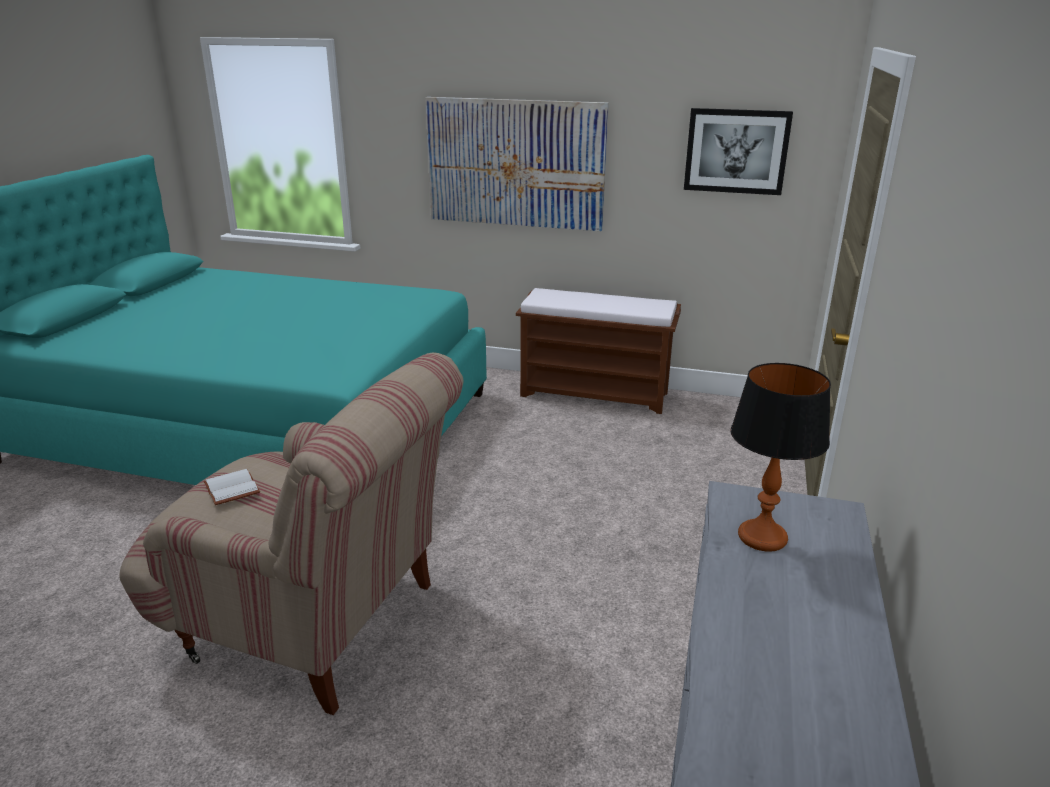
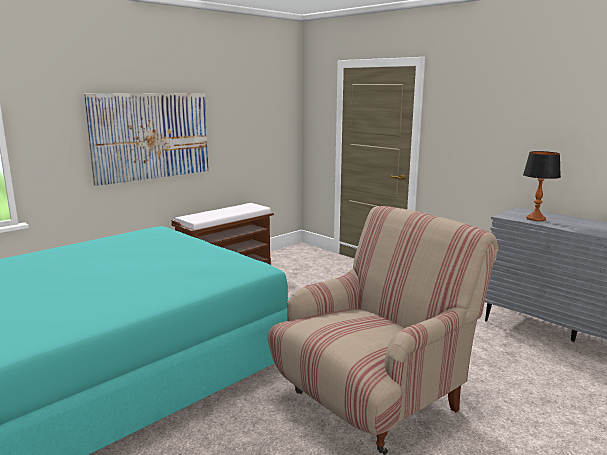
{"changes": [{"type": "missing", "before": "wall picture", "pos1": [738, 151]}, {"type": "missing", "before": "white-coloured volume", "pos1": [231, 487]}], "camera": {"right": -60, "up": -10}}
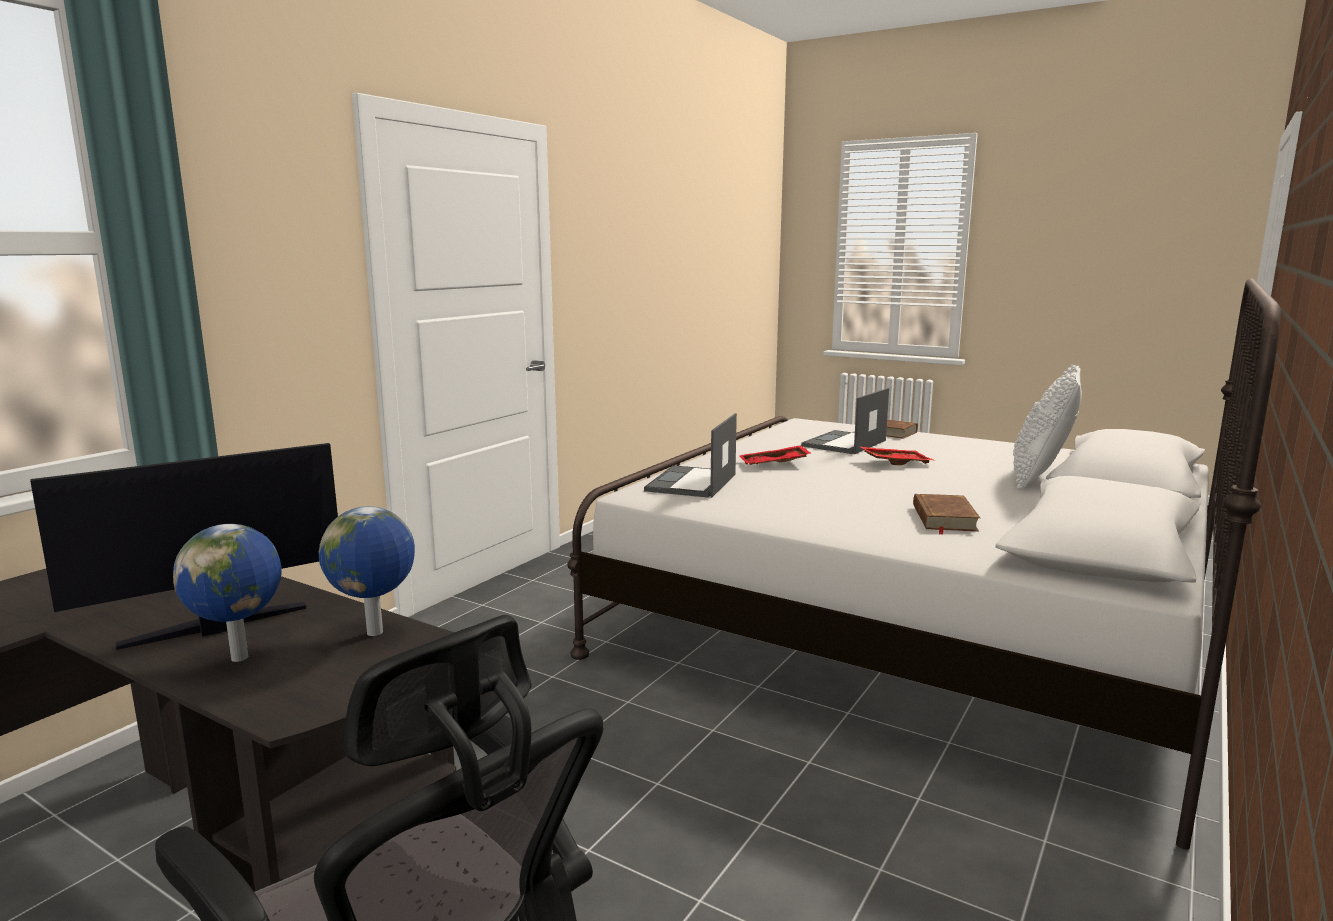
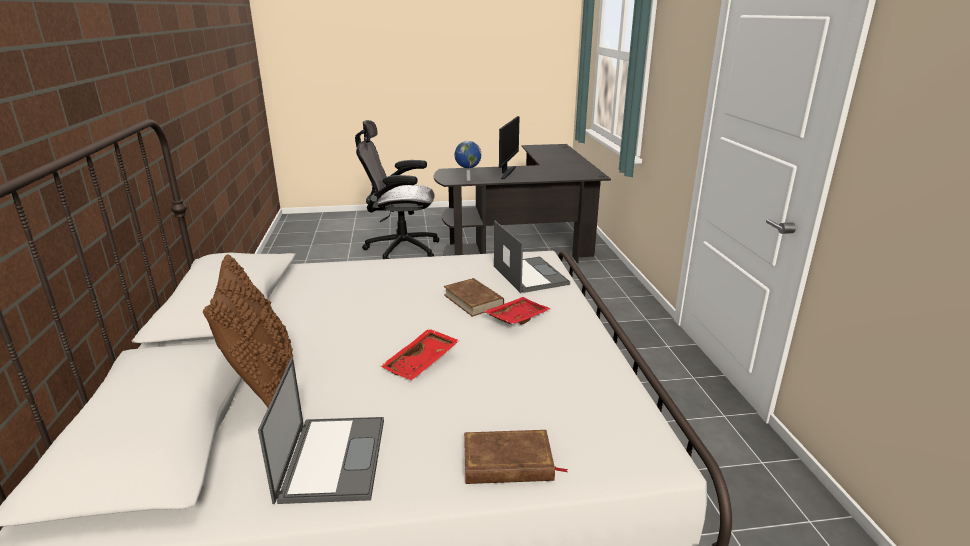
{"changes": [{"type": "colour", "before": "white-coloured throw pillow", "after": "brown-coloured throw pillow", "pos1": [1047, 427], "pos2": [248, 330]}, {"type": "relocated", "before": "portable computer", "pos1": [845, 421], "pos2": [321, 431]}, {"type": "relocated", "before": "brown-coloured volume", "pos1": [946, 514], "pos2": [473, 297]}, {"type": "missing", "before": "desk globe", "pos1": [227, 593]}], "camera": {"right": 140, "up": 10}}
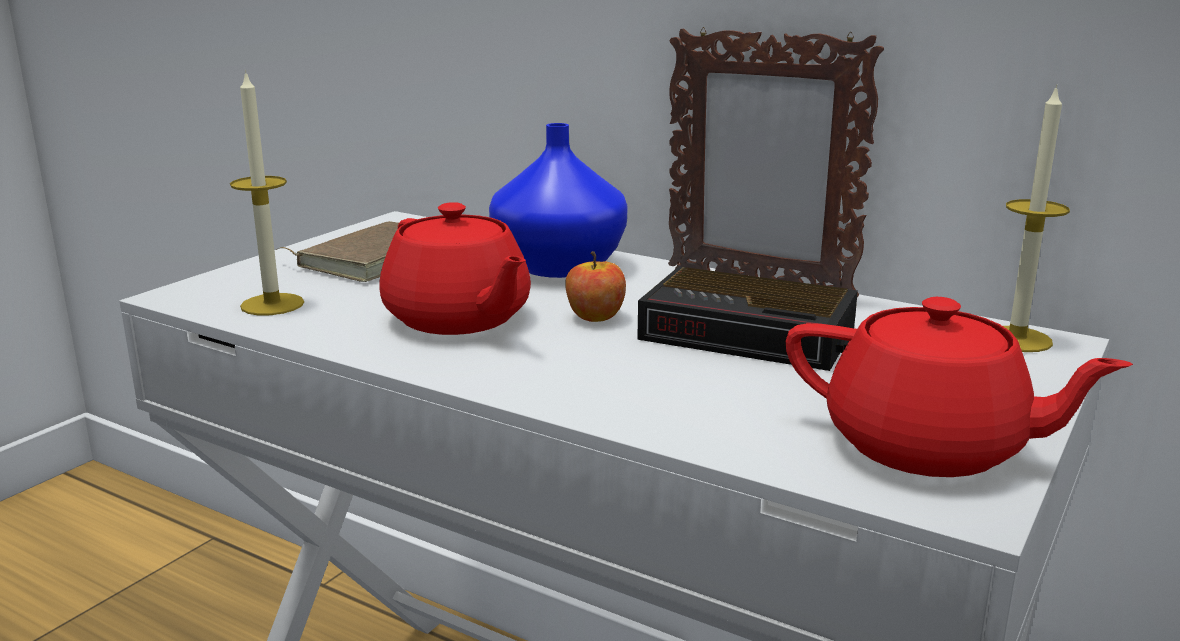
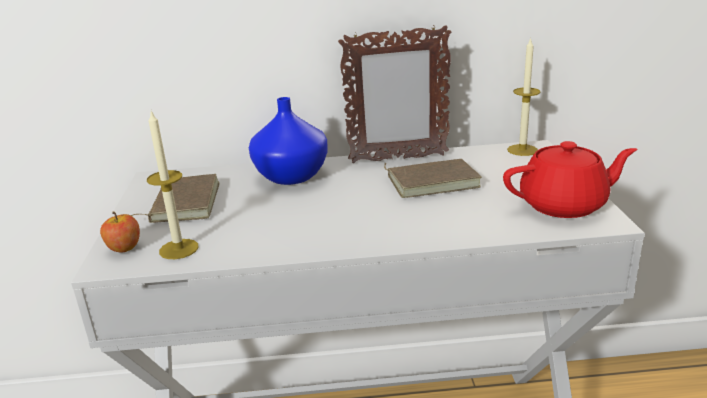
{"changes": [{"type": "missing", "before": "red tea pot", "pos1": [455, 268]}, {"type": "relocated", "before": "apple fruit", "pos1": [595, 286], "pos2": [120, 231]}, {"type": "exchanged", "before": "bedside clock", "after": "brown-coloured volume", "pos1": [747, 319], "pos2": [433, 178]}], "camera": {"right": -35, "up": 5}}
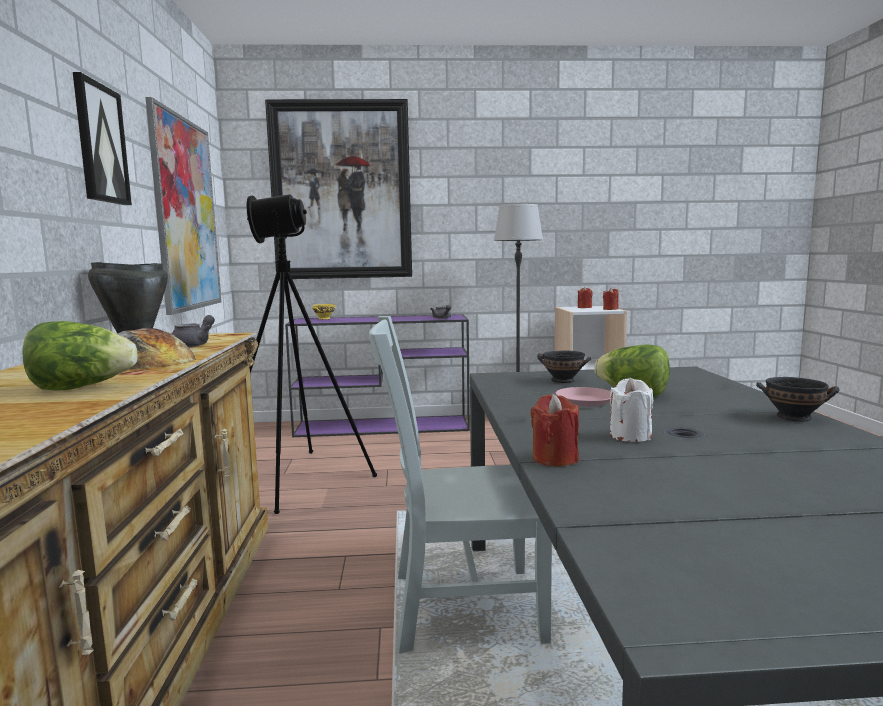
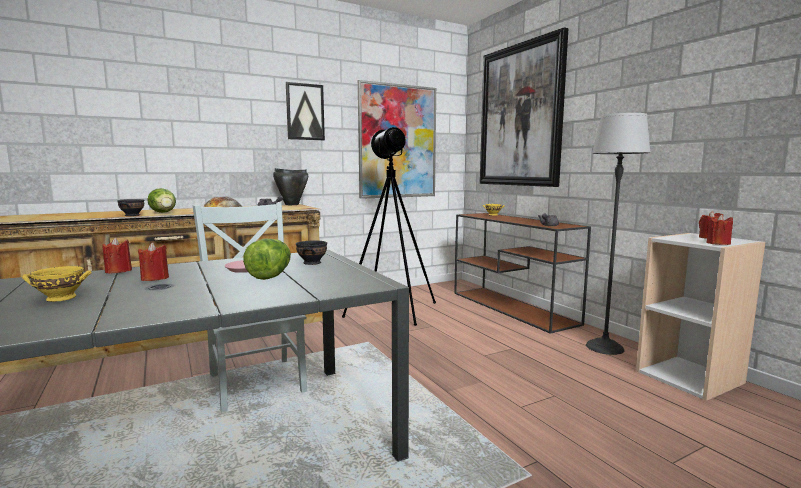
{"changes": [{"type": "colour", "before": "purple hall table", "after": "brown-coloured hall table", "pos1": [377, 375], "pos2": [523, 273]}, {"type": "relocated", "before": "black deep dish", "pos1": [798, 399], "pos2": [130, 207]}, {"type": "colour", "before": "white-coloured candle", "after": "red candle", "pos1": [631, 410], "pos2": [153, 262]}, {"type": "appeared", "after": "yellowish deep dish", "pos2": [57, 284]}], "camera": {"right": 65, "up": 0}}
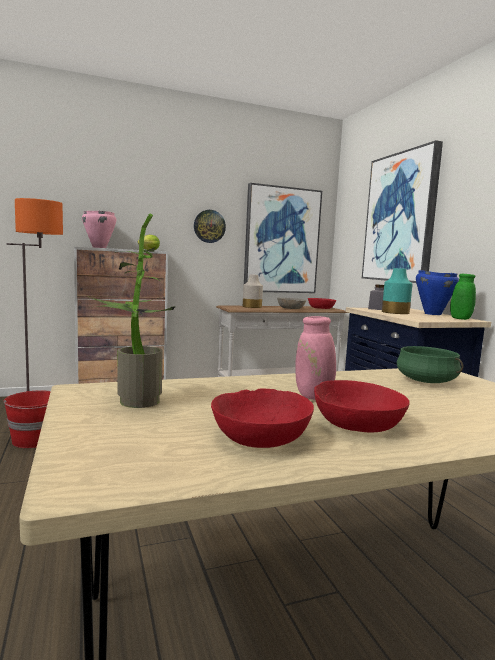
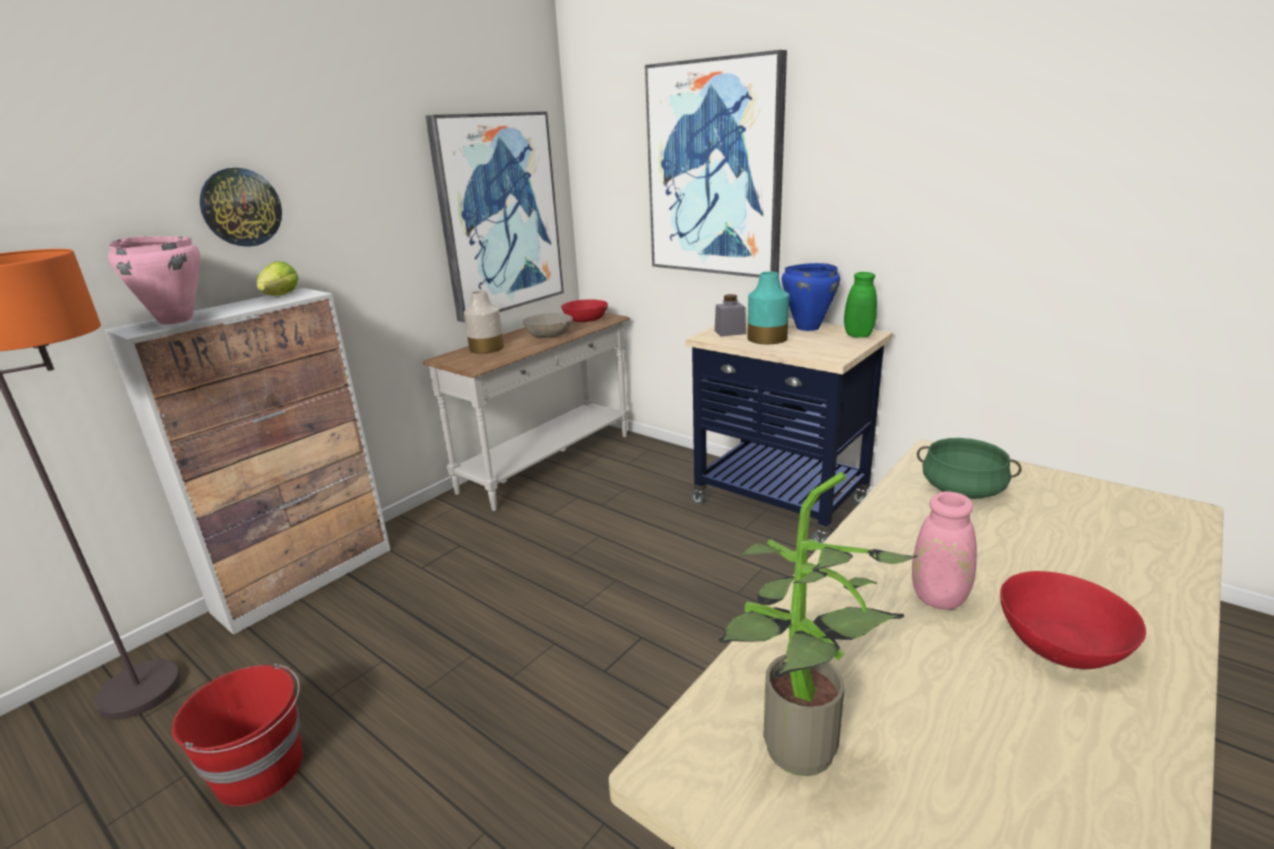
{"changes": [{"type": "relocated", "before": "clock on the wall", "pos1": [210, 226], "pos2": [241, 207]}, {"type": "missing", "before": "red deep dish", "pos1": [262, 418]}], "camera": {"right": -30, "up": 15}}
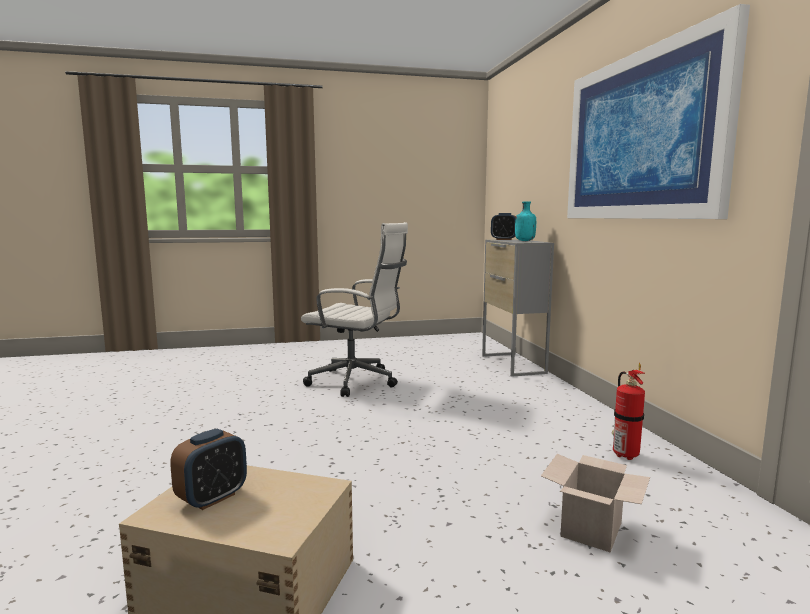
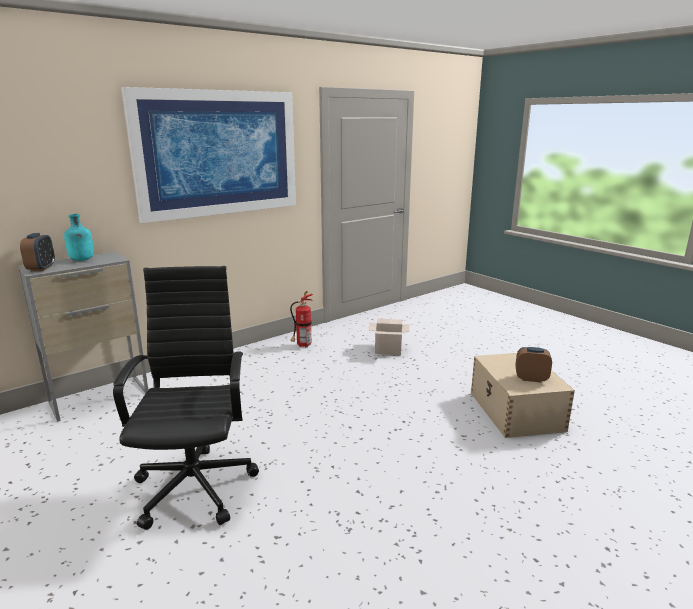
{"changes": [{"type": "colour", "before": "white-coloured computer chair", "after": "black computer chair", "pos1": [354, 309], "pos2": [186, 398]}], "camera": {"right": -115, "up": 10}}
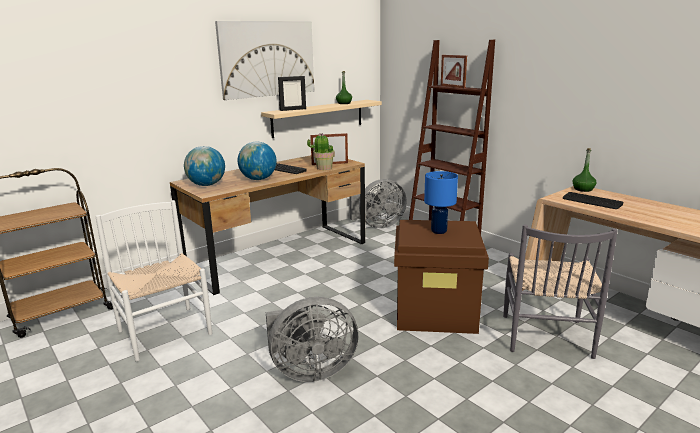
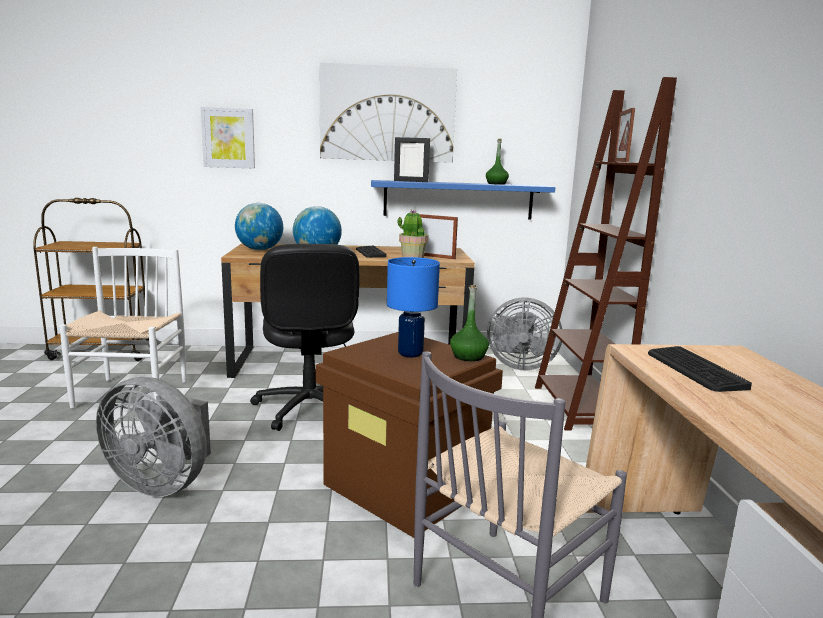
{"changes": [{"type": "colour", "before": "beige shelf", "after": "blue-coloured shelf", "pos1": [321, 119], "pos2": [463, 200]}, {"type": "relocated", "before": "greenish beverage bottle", "pos1": [585, 170], "pos2": [469, 323]}, {"type": "appeared", "after": "wall picture", "pos2": [228, 138]}, {"type": "appeared", "after": "black computer chair", "pos2": [305, 337]}], "camera": {"right": 35, "up": -5}}
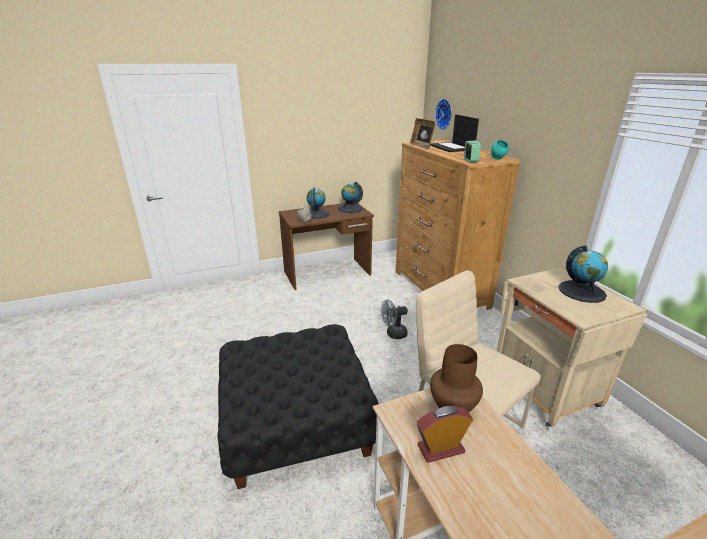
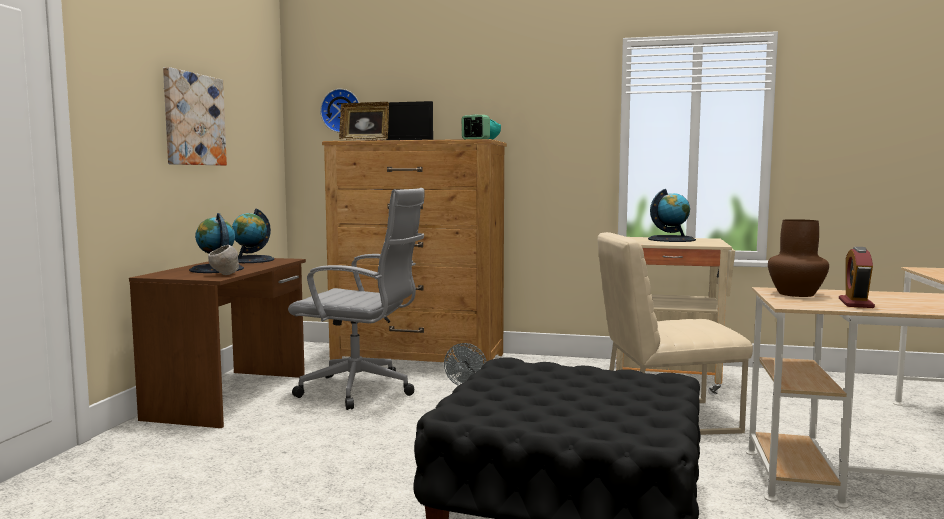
{"changes": [{"type": "appeared", "after": "wall picture", "pos2": [195, 116]}, {"type": "appeared", "after": "gray computer chair", "pos2": [356, 299]}], "camera": {"right": -55, "up": -20}}
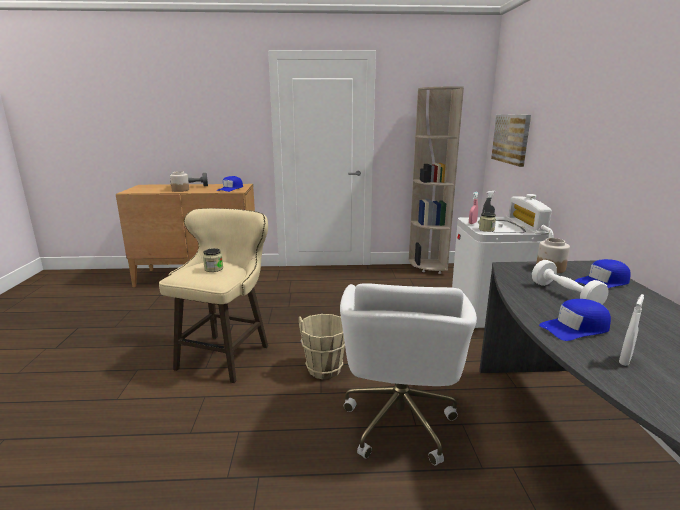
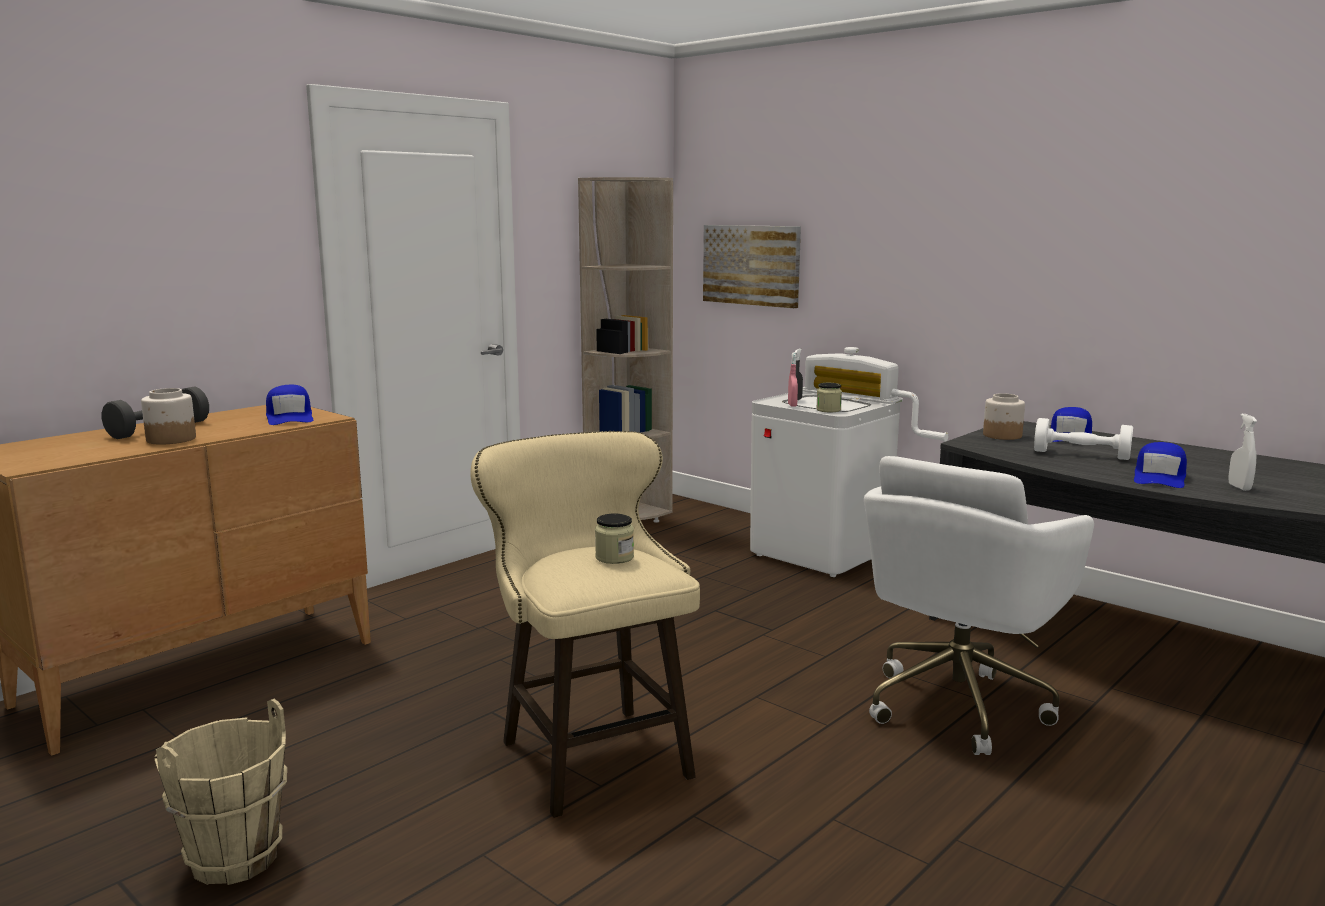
{"changes": [{"type": "spun", "before": "white-coloured computer chair", "pos1": [408, 374], "pos2": [979, 605], "turn": 75}, {"type": "relocated", "before": "beige bucket", "pos1": [322, 346], "pos2": [220, 792]}], "camera": {"right": -45, "up": -5}}
